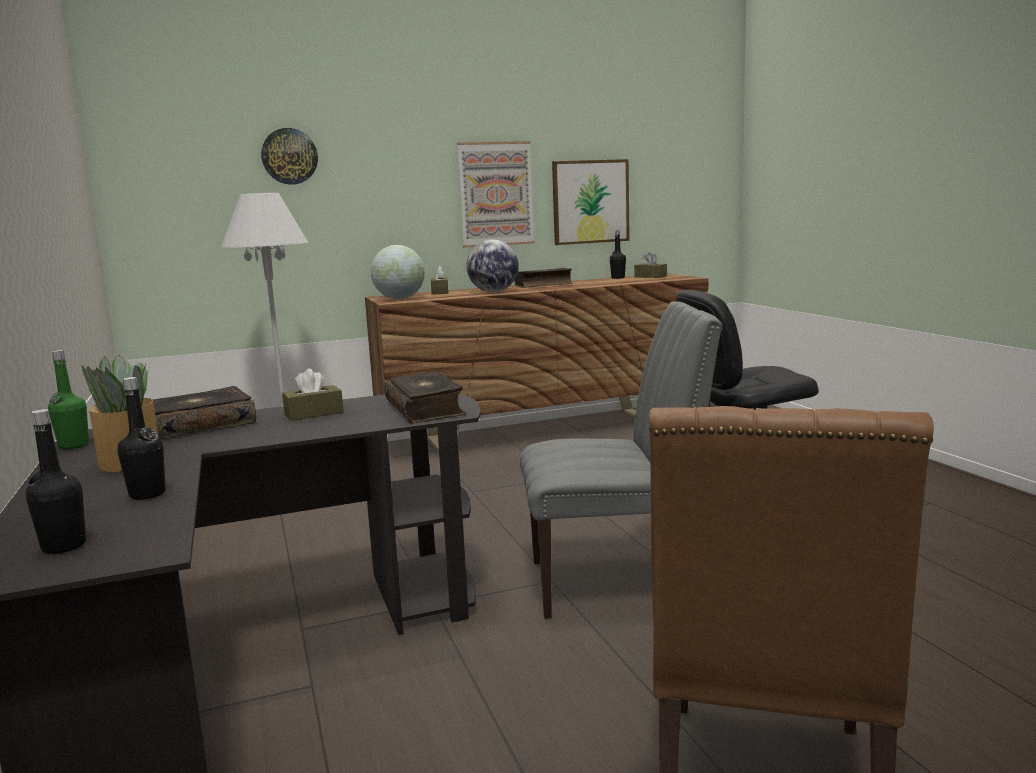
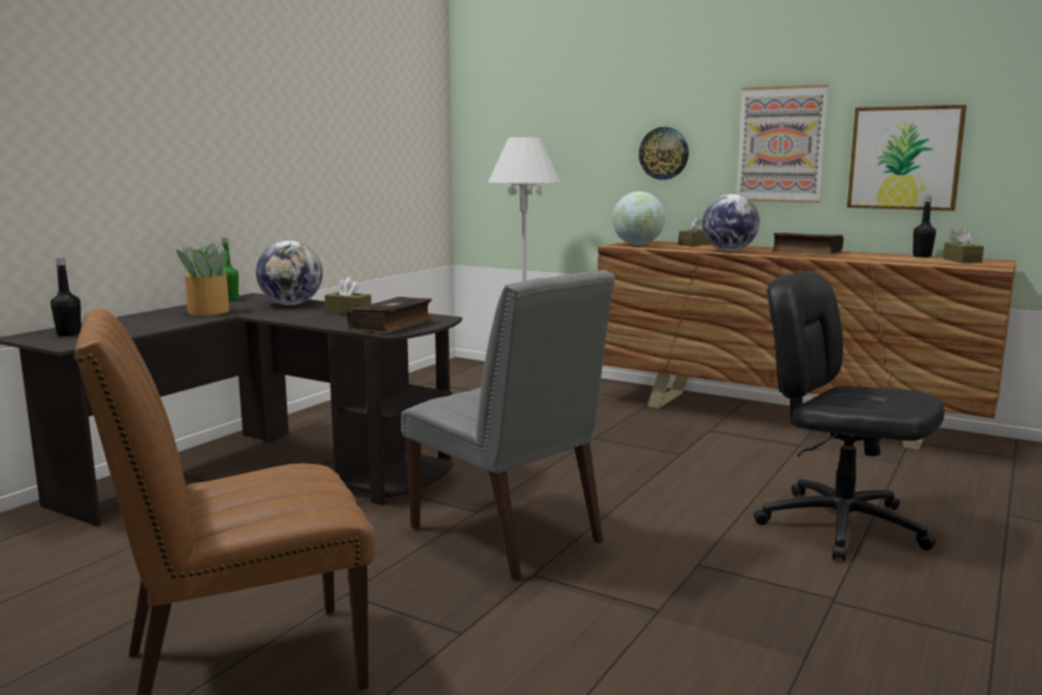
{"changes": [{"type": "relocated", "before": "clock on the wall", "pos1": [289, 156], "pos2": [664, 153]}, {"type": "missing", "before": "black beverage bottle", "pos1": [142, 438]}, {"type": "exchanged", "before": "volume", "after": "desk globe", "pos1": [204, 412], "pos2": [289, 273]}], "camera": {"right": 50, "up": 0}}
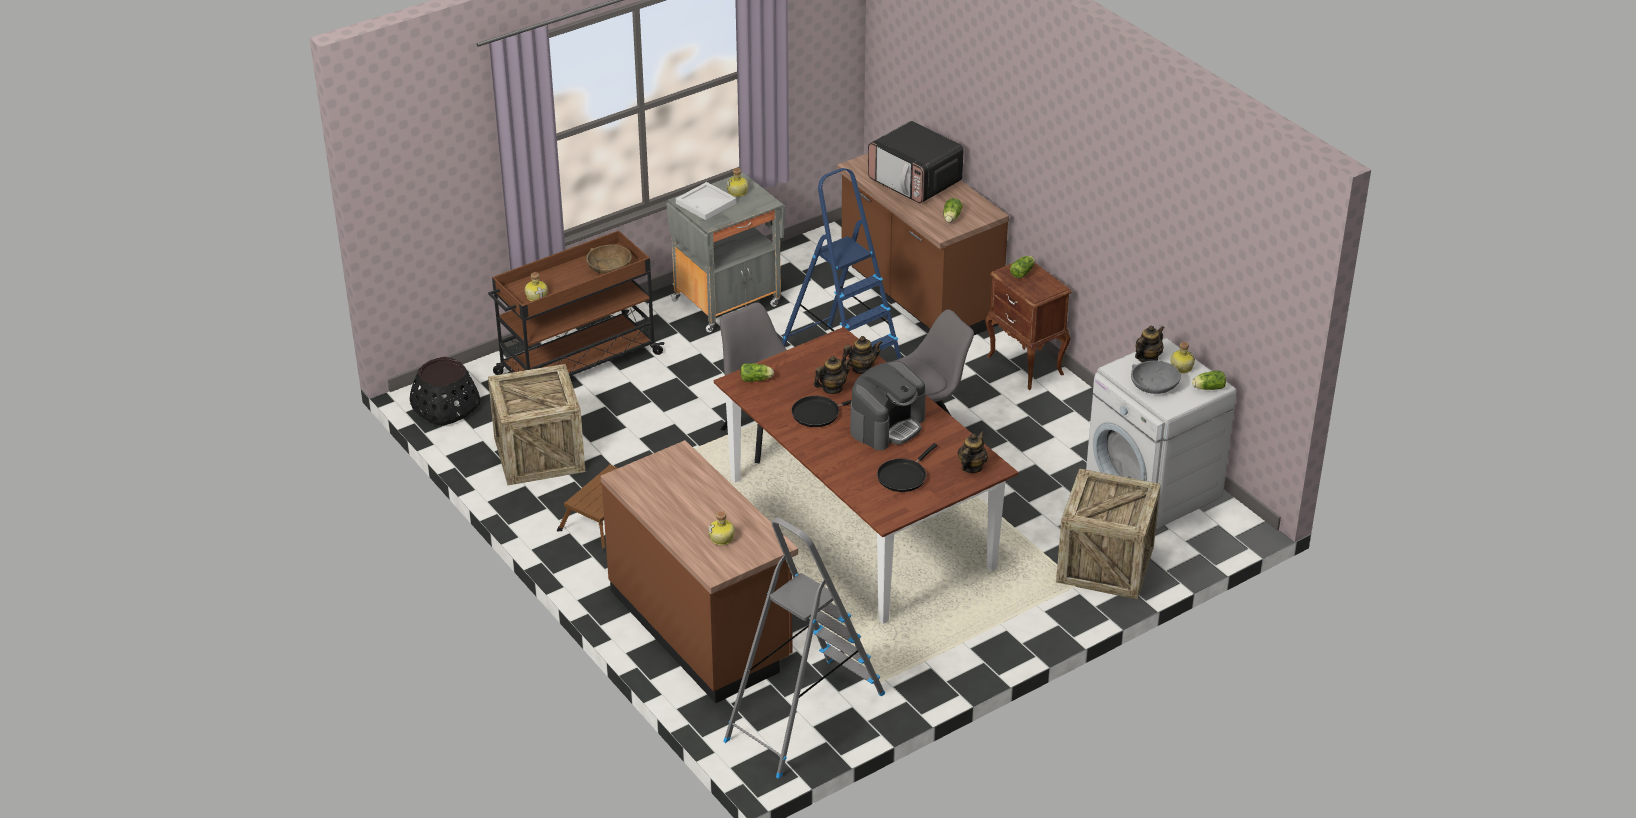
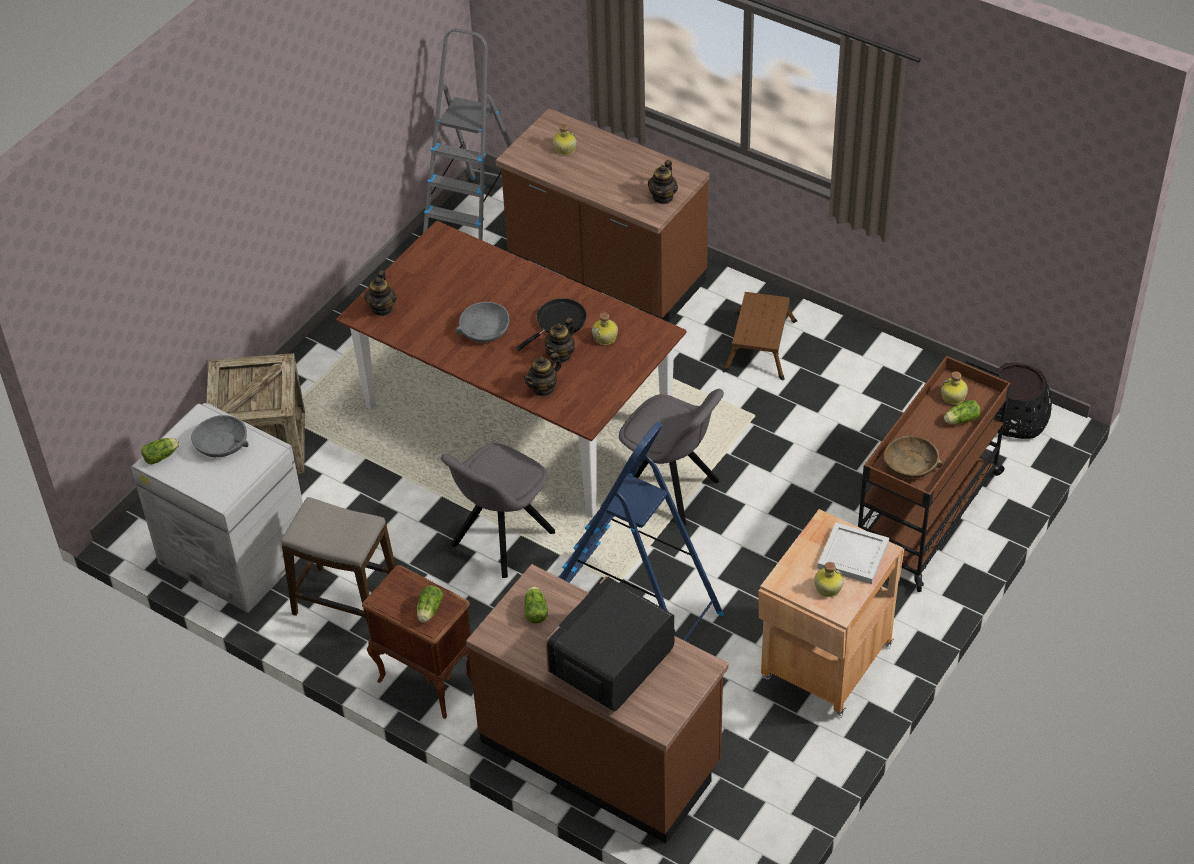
{"changes": [{"type": "spun", "before": "microwave", "pos1": [916, 162], "pos2": [610, 644], "turn": -75}, {"type": "colour", "before": "gray cart", "after": "brown-coloured cart", "pos1": [725, 252], "pos2": [831, 613]}, {"type": "relocated", "before": "tea pot", "pos1": [1150, 343], "pos2": [663, 182]}, {"type": "relocated", "before": "beverage bottle", "pos1": [1182, 357], "pos2": [605, 328]}, {"type": "exchanged", "before": "coffee maker", "after": "gray deep dish", "pos1": [888, 405], "pos2": [482, 322]}, {"type": "relocated", "before": "lettuce", "pos1": [757, 372], "pos2": [962, 412]}, {"type": "missing", "before": "packing crate", "pos1": [536, 424]}, {"type": "missing", "before": "black frying pan", "pos1": [907, 467]}, {"type": "appeared", "after": "stool", "pos2": [338, 567]}], "camera": {"right": 160, "up": 10}}
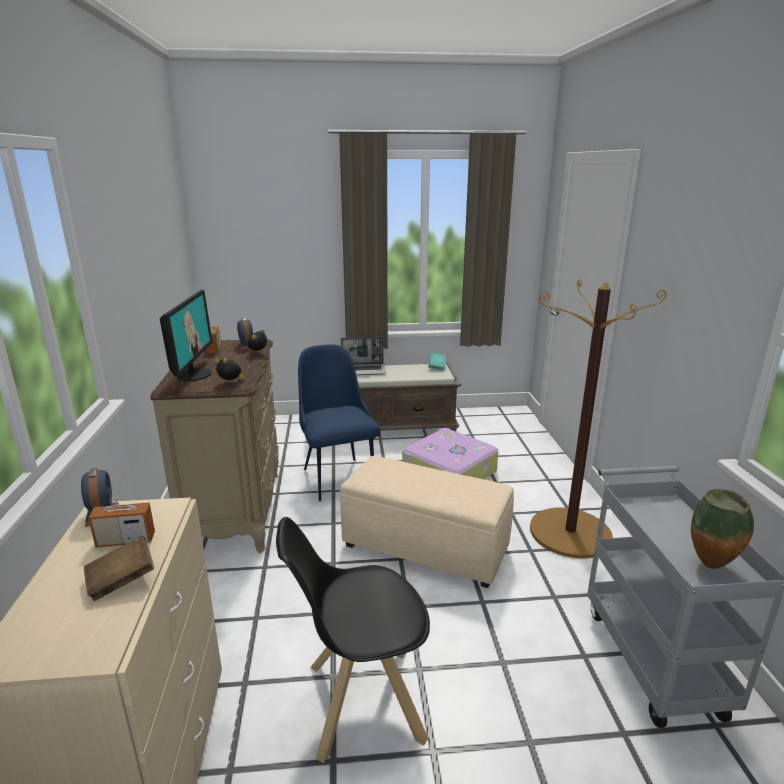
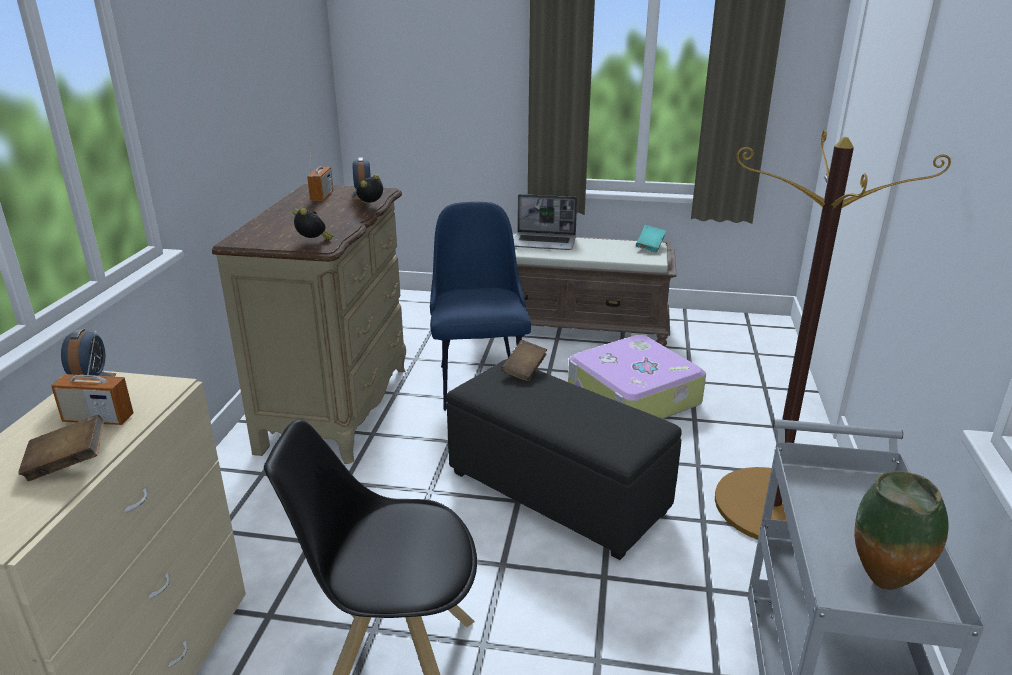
{"changes": [{"type": "missing", "before": "monitor", "pos1": [186, 335]}, {"type": "colour", "before": "beige pouffe", "after": "black pouffe", "pos1": [427, 522], "pos2": [564, 459]}, {"type": "appeared", "after": "brown-coloured volume", "pos2": [524, 360]}], "camera": {"right": 15, "up": 5}}
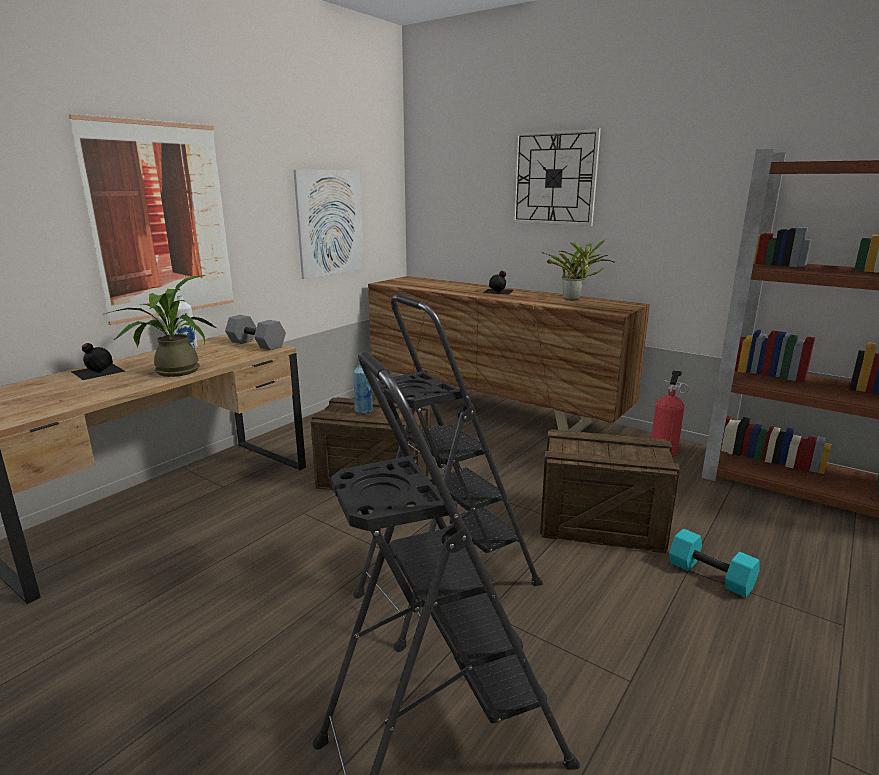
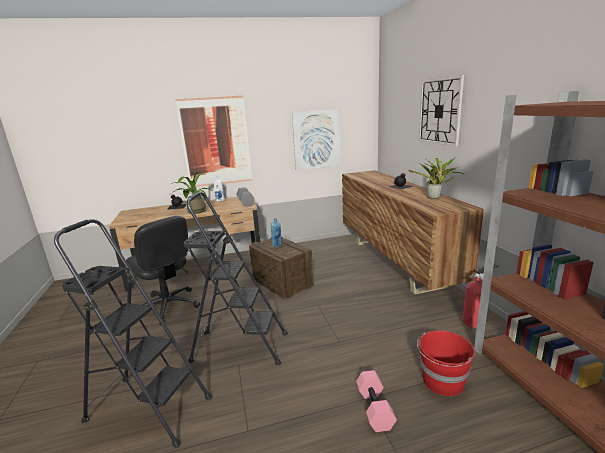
{"changes": [{"type": "missing", "before": "packing crate", "pos1": [610, 491]}, {"type": "colour", "before": "blue-green free weight", "after": "pinkish free weight", "pos1": [714, 563], "pos2": [376, 401]}, {"type": "appeared", "after": "black computer chair", "pos2": [163, 270]}, {"type": "appeared", "after": "red bucket", "pos2": [446, 363]}], "camera": {"right": 40, "up": 0}}
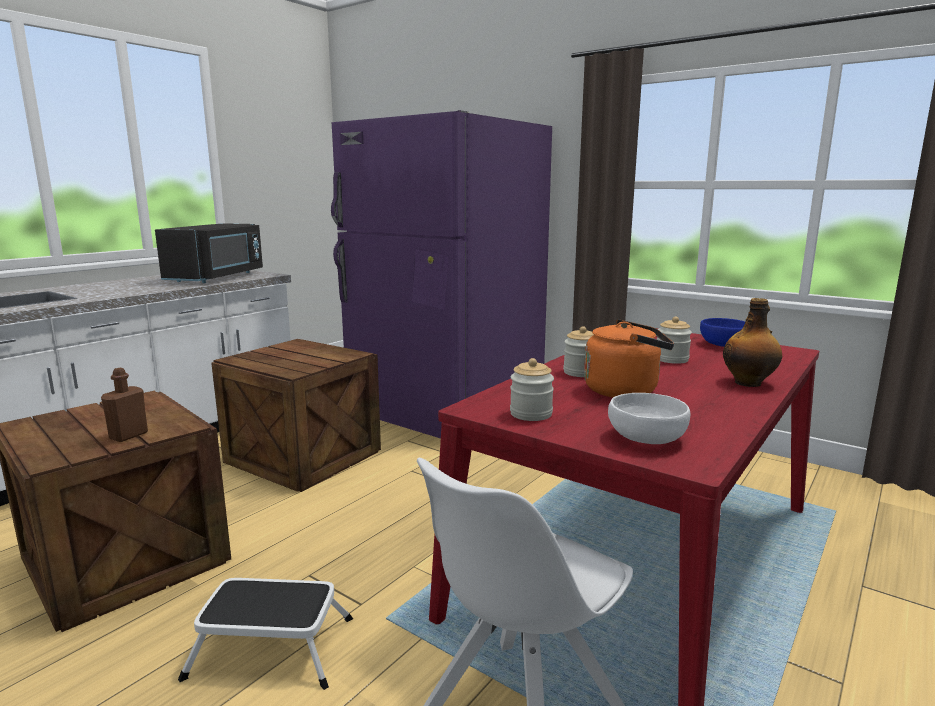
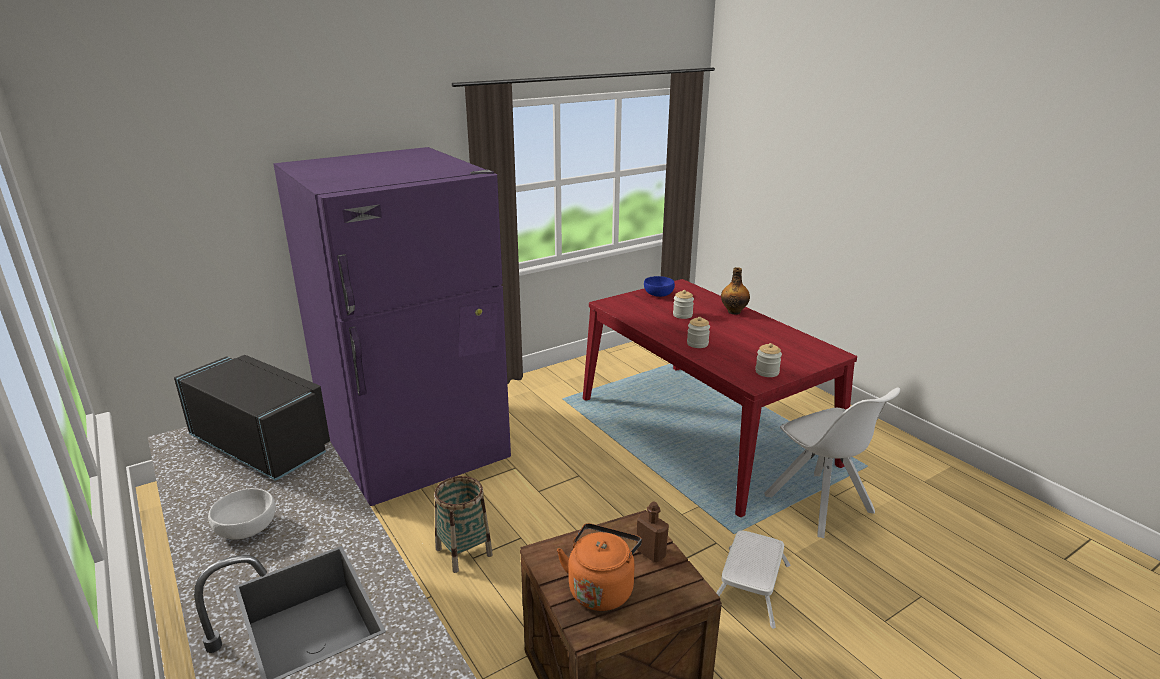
{"changes": [{"type": "relocated", "before": "orange tea kettle", "pos1": [629, 358], "pos2": [599, 567]}, {"type": "exchanged", "before": "packing crate", "after": "basket", "pos1": [296, 415], "pos2": [463, 524]}, {"type": "relocated", "before": "white-coloured deep dish", "pos1": [649, 418], "pos2": [241, 514]}, {"type": "colour", "before": "black step ladder", "after": "white-coloured step ladder", "pos1": [265, 634], "pos2": [753, 579]}], "camera": {"right": -70, "up": 10}}
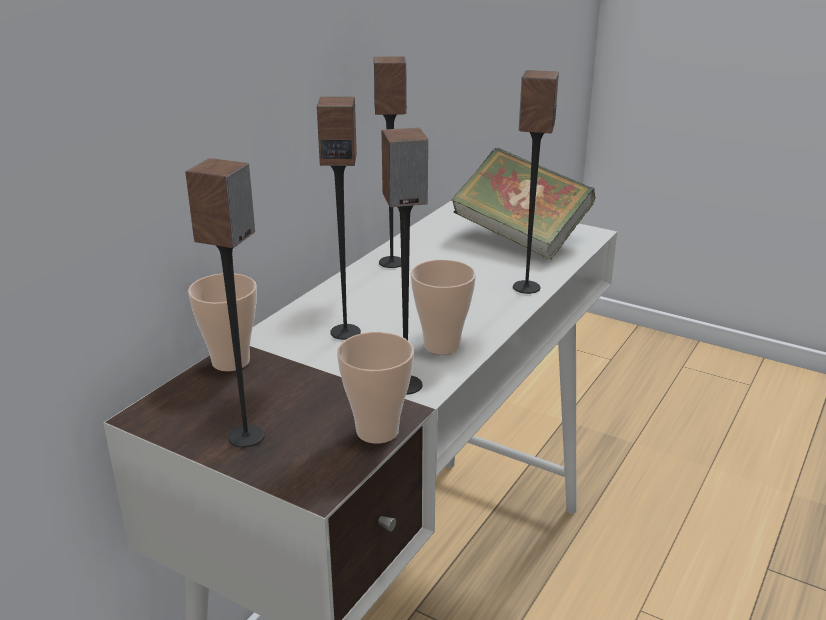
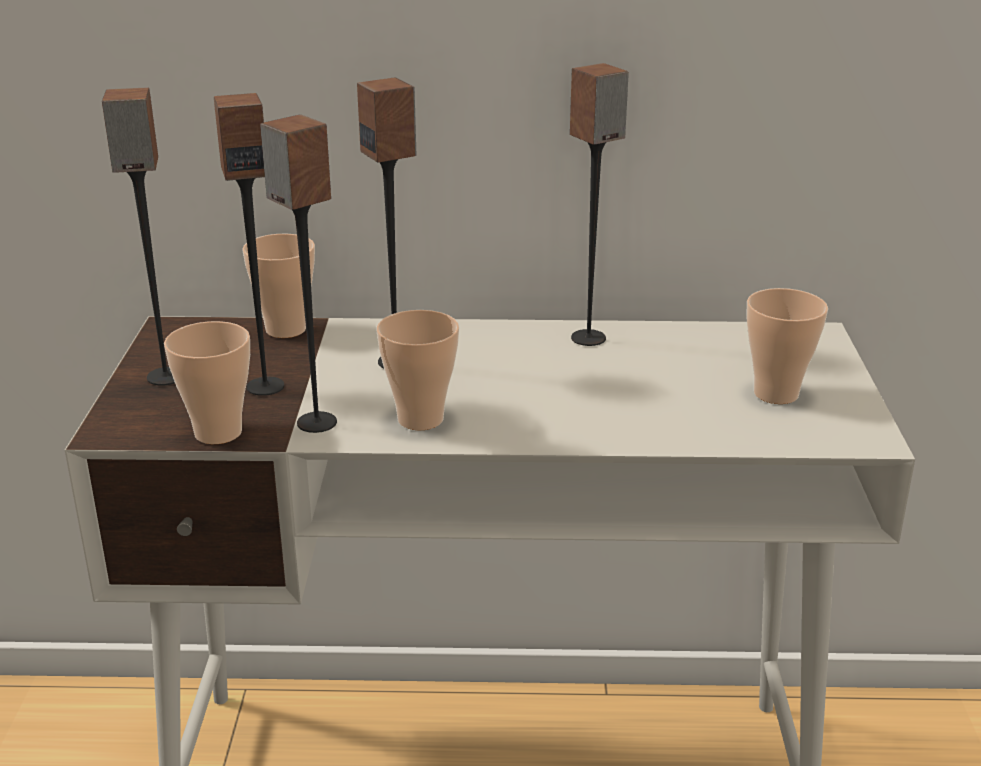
{"changes": [{"type": "relocated", "before": "speaker", "pos1": [536, 182], "pos2": [249, 244]}, {"type": "exchanged", "before": "volume", "after": "small cup", "pos1": [523, 204], "pos2": [787, 346]}], "camera": {"right": 60, "up": 0}}
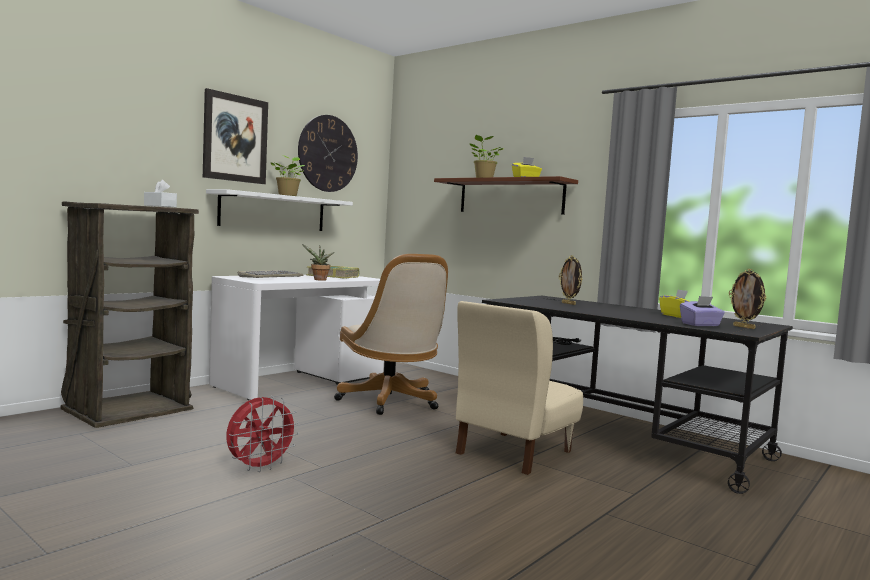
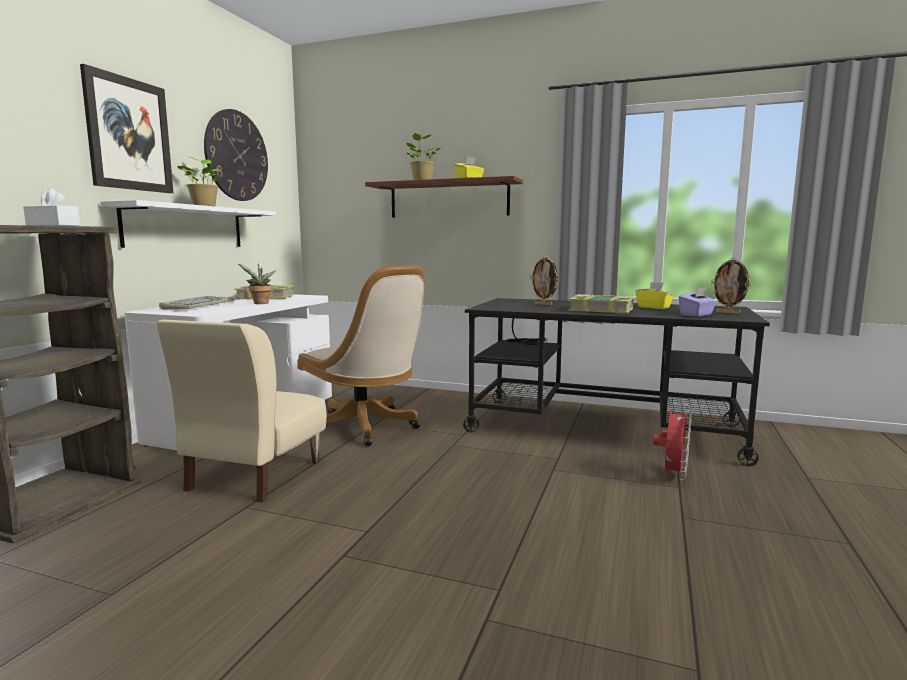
{"changes": [{"type": "relocated", "before": "beige plain chair", "pos1": [519, 388], "pos2": [242, 411]}, {"type": "relocated", "before": "red fan", "pos1": [263, 434], "pos2": [672, 444]}, {"type": "appeared", "after": "volume", "pos2": [600, 304]}], "camera": {"right": -20, "up": 5}}
